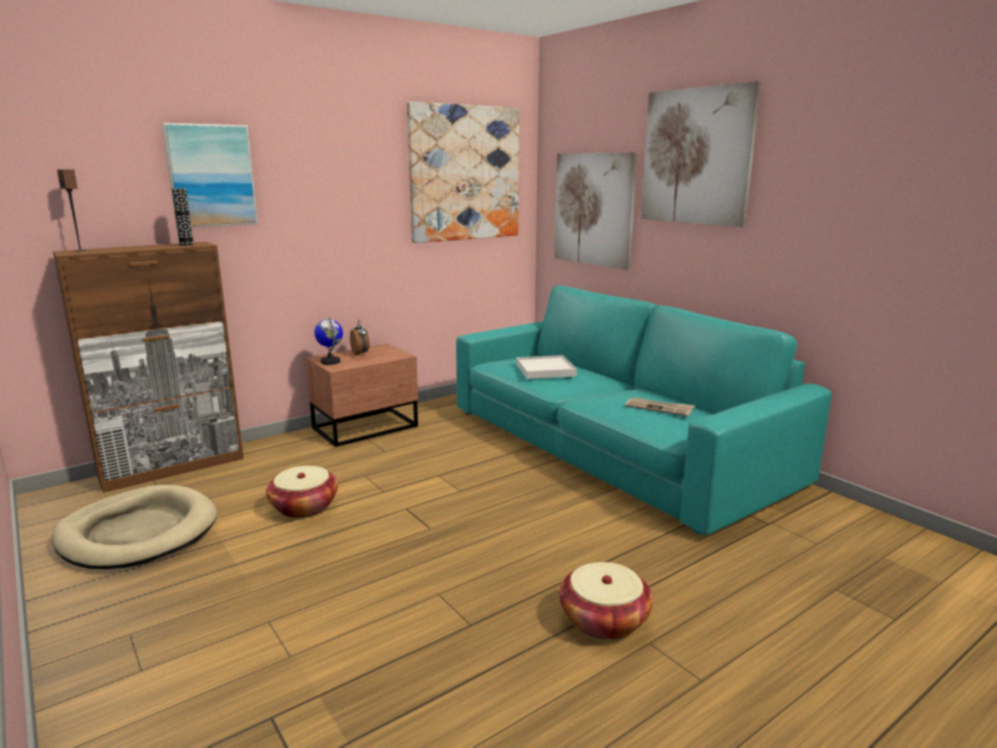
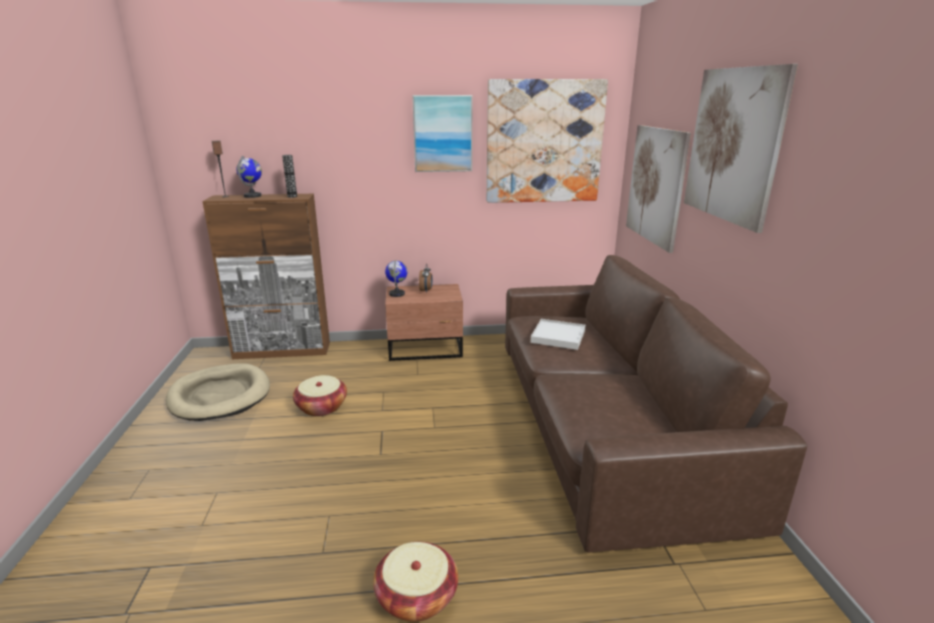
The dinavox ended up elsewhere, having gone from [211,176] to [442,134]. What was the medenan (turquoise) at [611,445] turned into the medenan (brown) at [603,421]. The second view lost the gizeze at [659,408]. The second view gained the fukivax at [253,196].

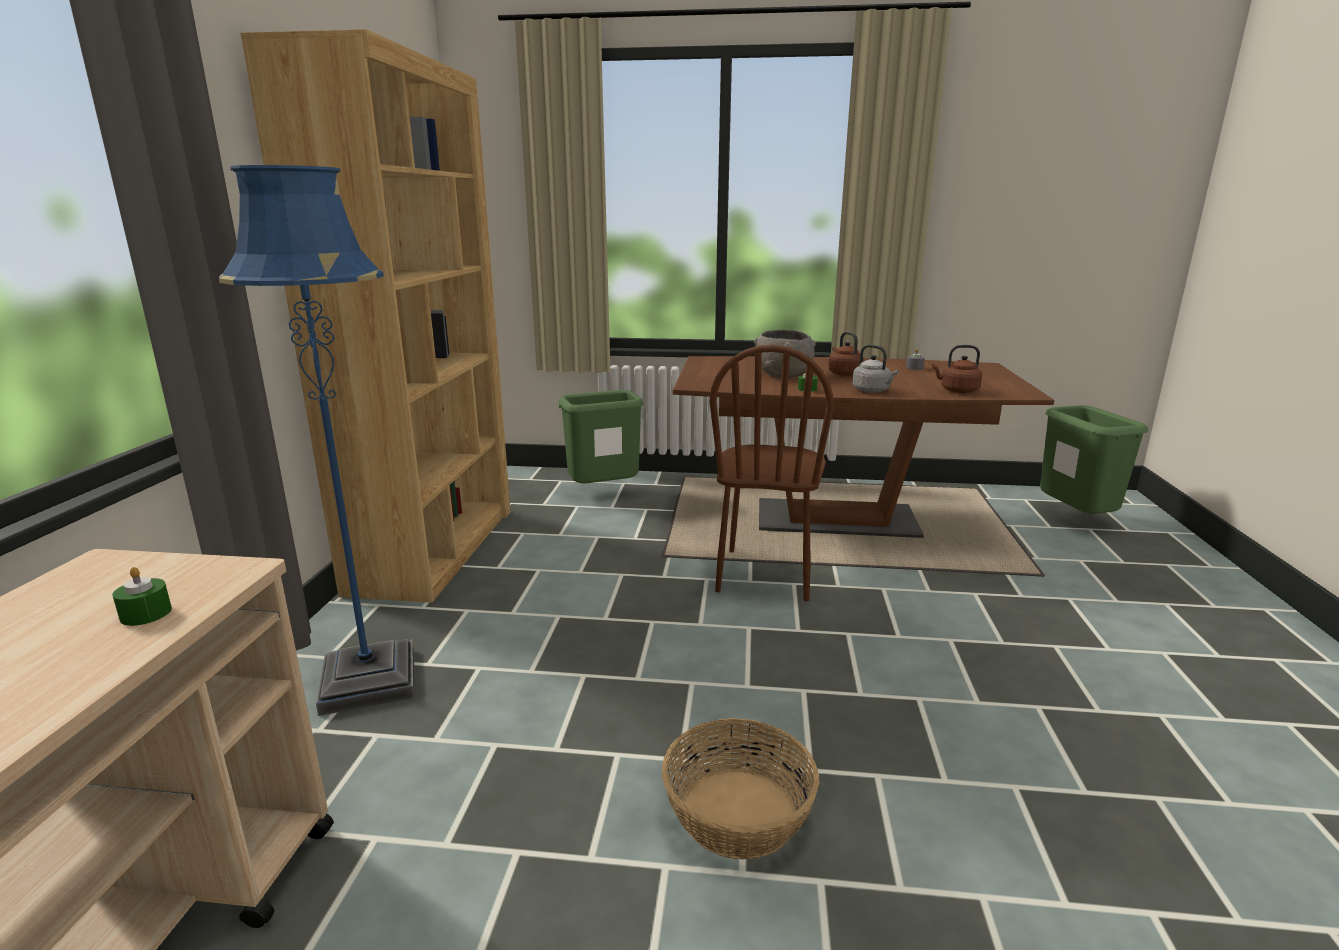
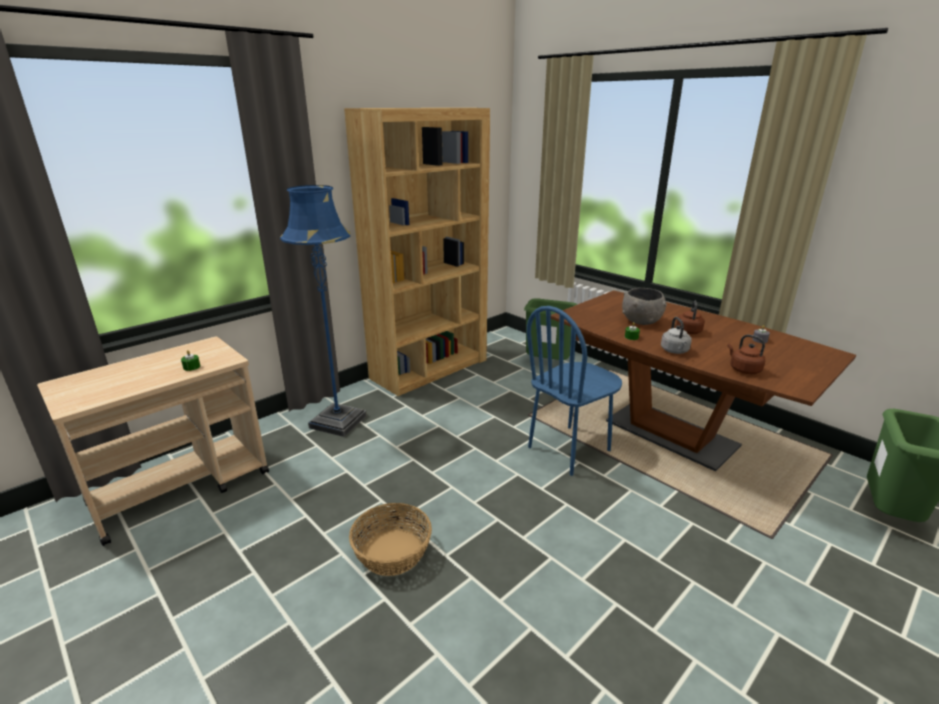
What was the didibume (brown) at [765,575] turned into the didibume (blue) at [569,449].

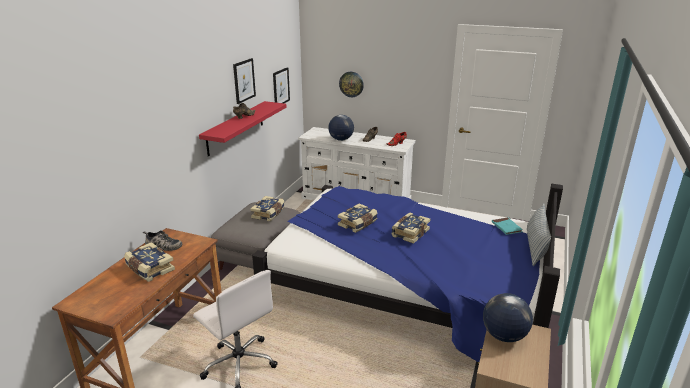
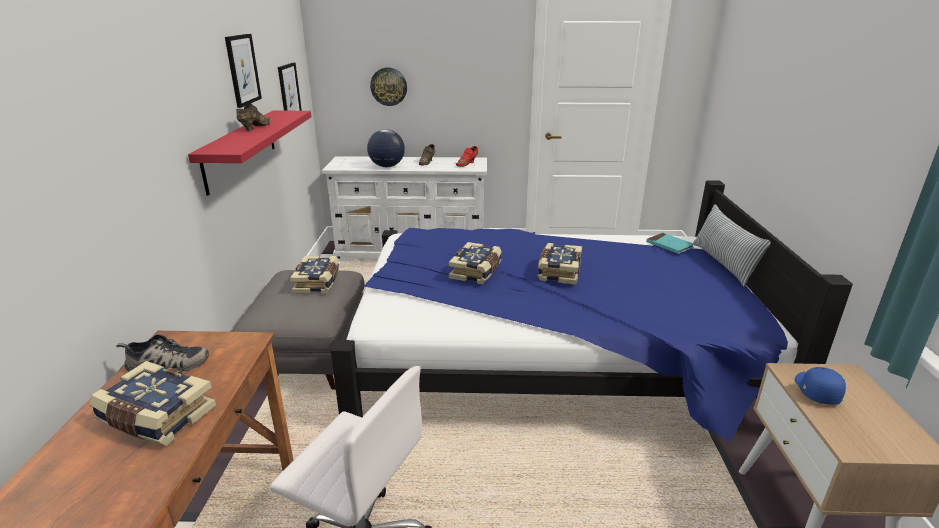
Where the fukivax stood at [503,336], the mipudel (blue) came to stand at [815,390].

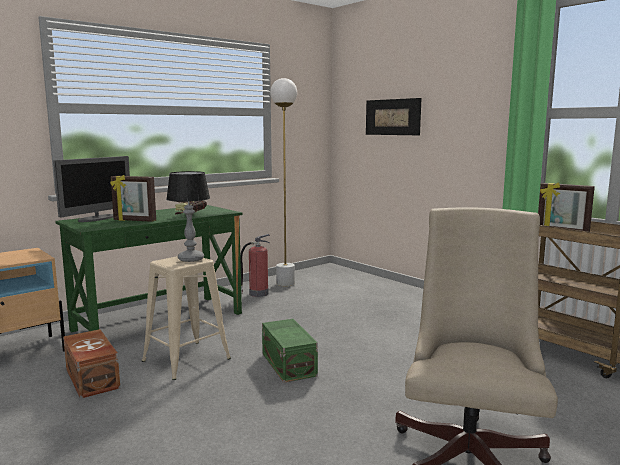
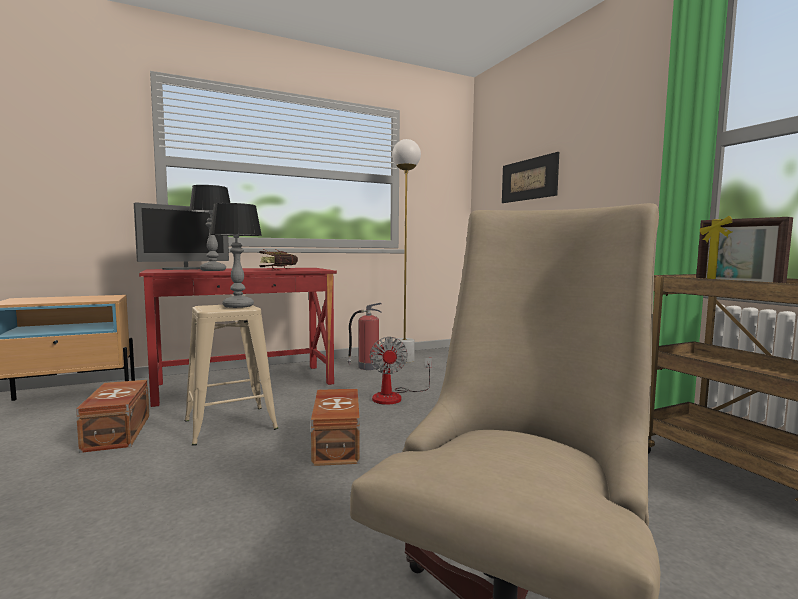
What was the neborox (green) at [159,321] turned into the neborox (red) at [245,384]. Where the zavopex stood at [134,220], the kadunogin came to stand at [213,270]. What was the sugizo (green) at [289,364] turned into the sugizo (brown) at [338,443]. The second view gained the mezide at [394,396].

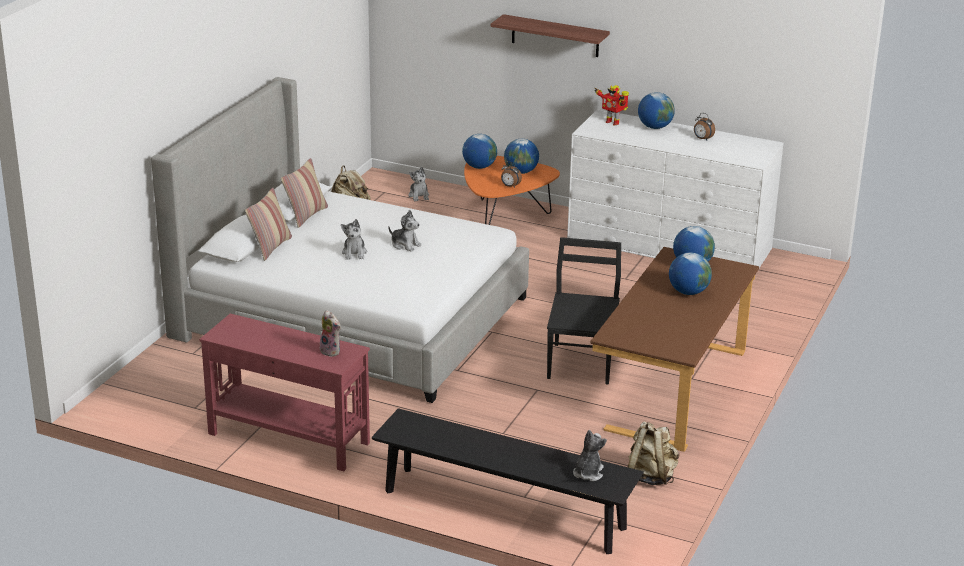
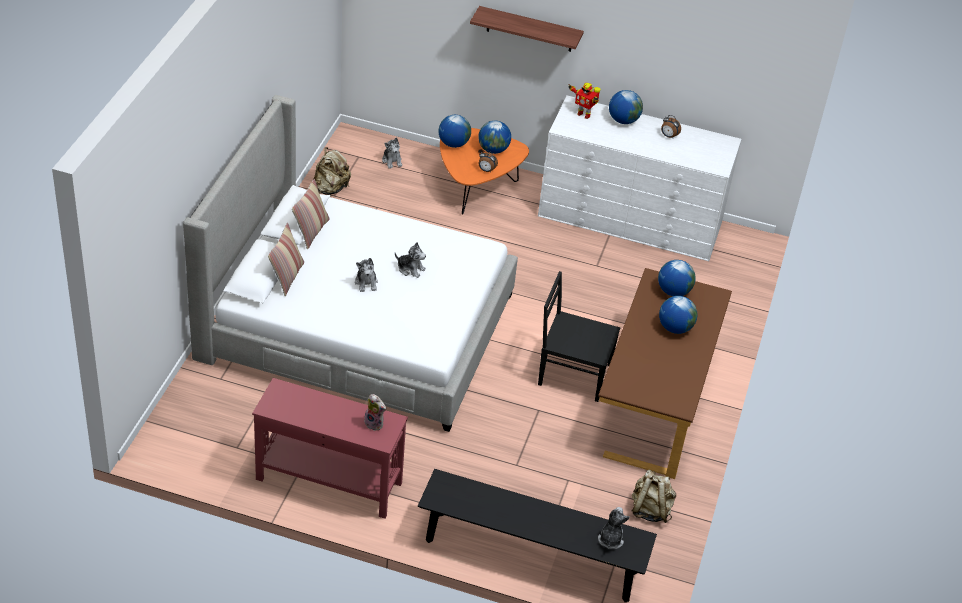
The didibume (black) at [582,362] ended up facing another way, 75 degrees counterclockwise from before.

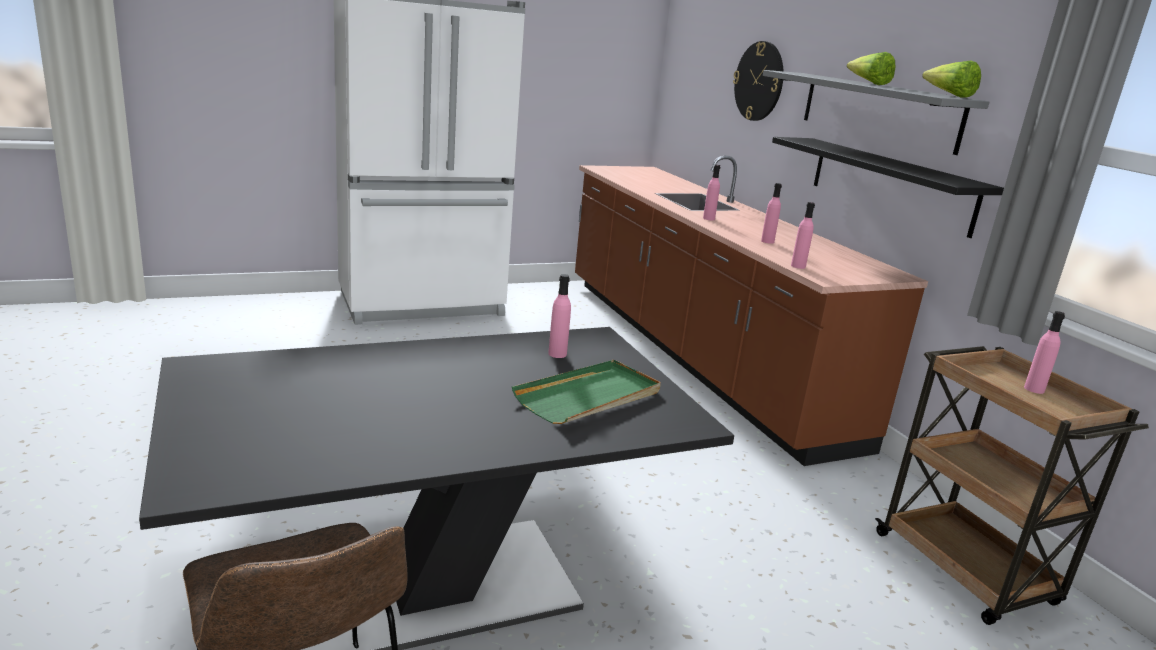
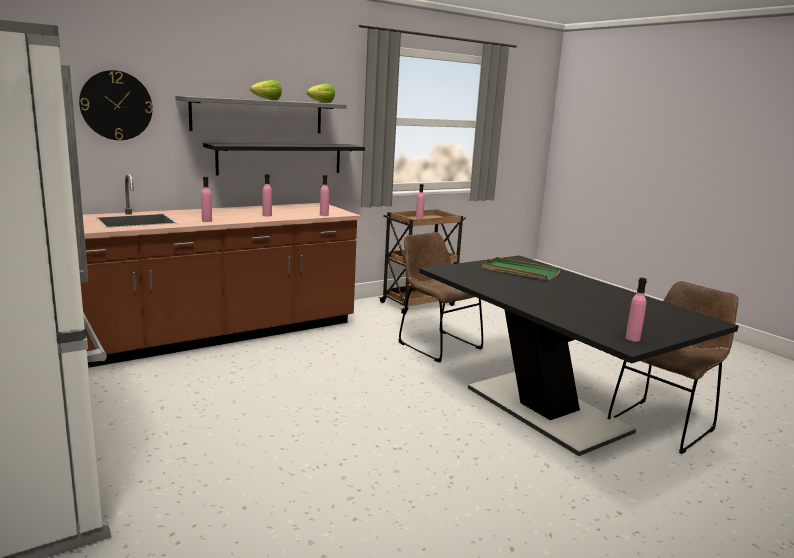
The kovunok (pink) ended up elsewhere, having gone from [557,354] to [632,338]. The second view gained the didibume (brown) at [437,344].

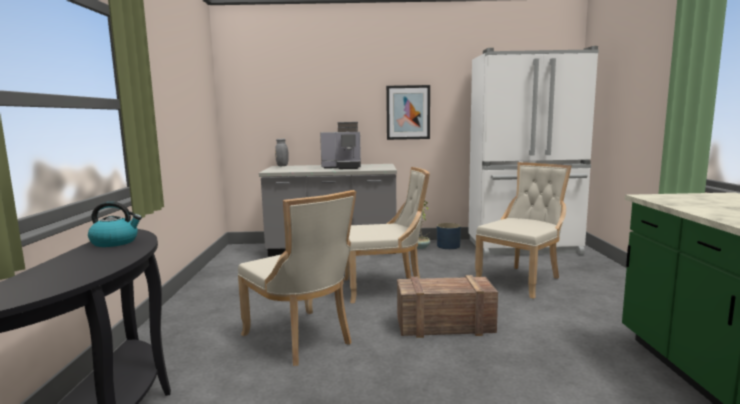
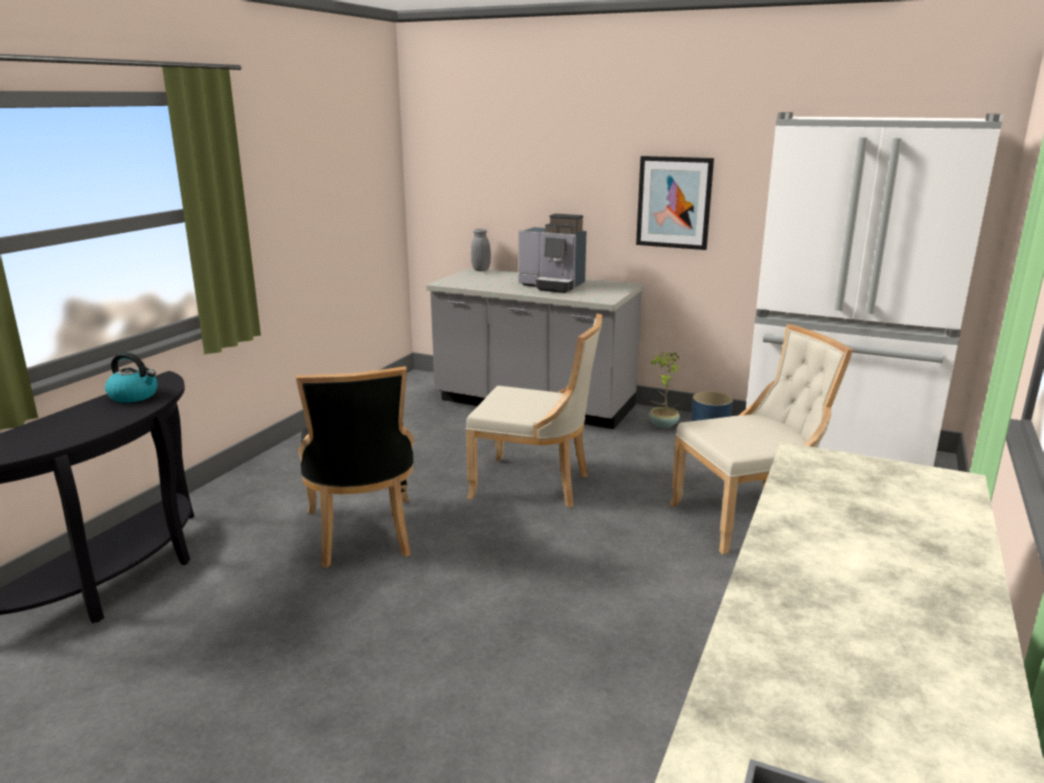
What was the didibume (beige) at [301,339] turned into the didibume (black) at [363,535]. The second view lost the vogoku at [443,326].

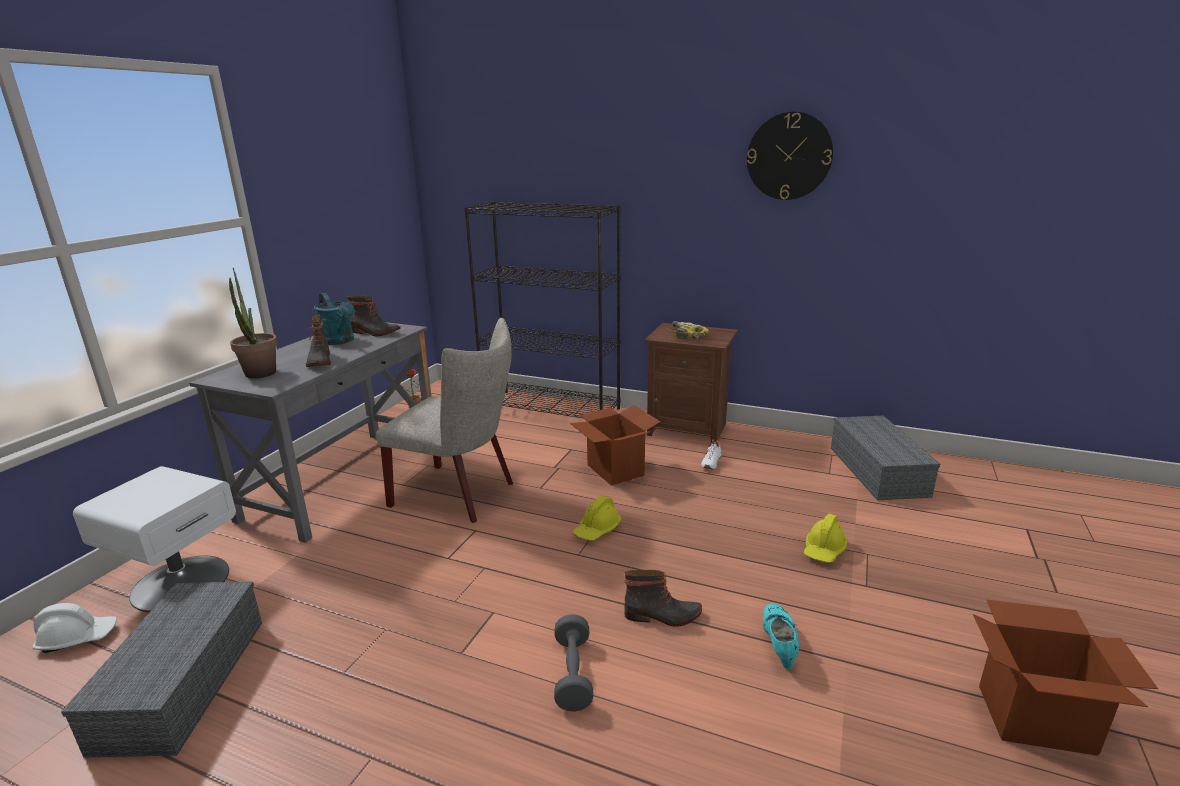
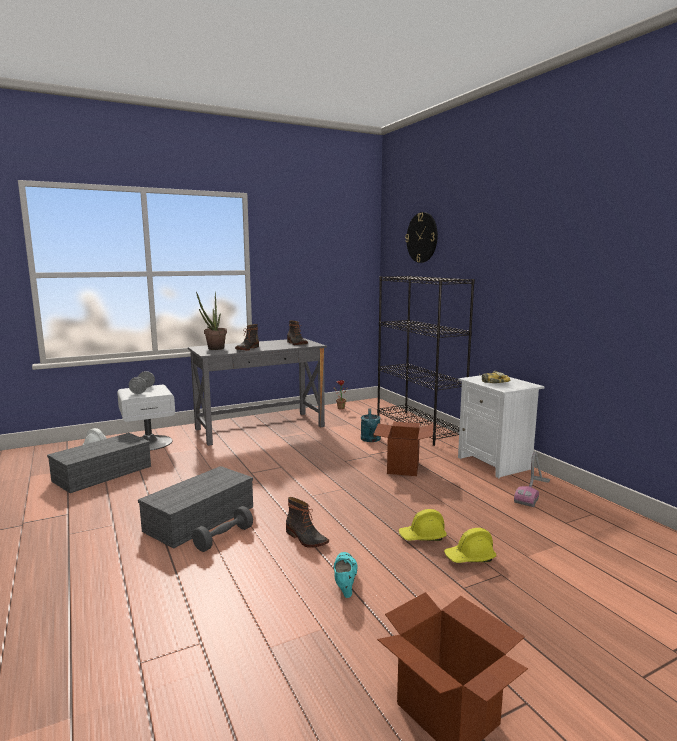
The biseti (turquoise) ended up elsewhere, having gone from [340,341] to [371,440]. The second view lost the didibume (beige) at [460,494]. The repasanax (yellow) ended up elsewhere, having gone from [597,529] to [422,537]. What was the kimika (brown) at [688,429] turned into the kimika (white) at [495,463]. The second view lost the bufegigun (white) at [710,462]. The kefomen ended up elsewhere, having gone from [789,156] to [422,237]. The bufegigun (turquoise) at [779,645] ended up facing another way, 45 degrees counterclockwise from before. The sugizo (grey) ended up elsewhere, having gone from [879,471] to [199,519]. The second view gained the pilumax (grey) at [142,390]. The second view gained the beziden at [533,492].

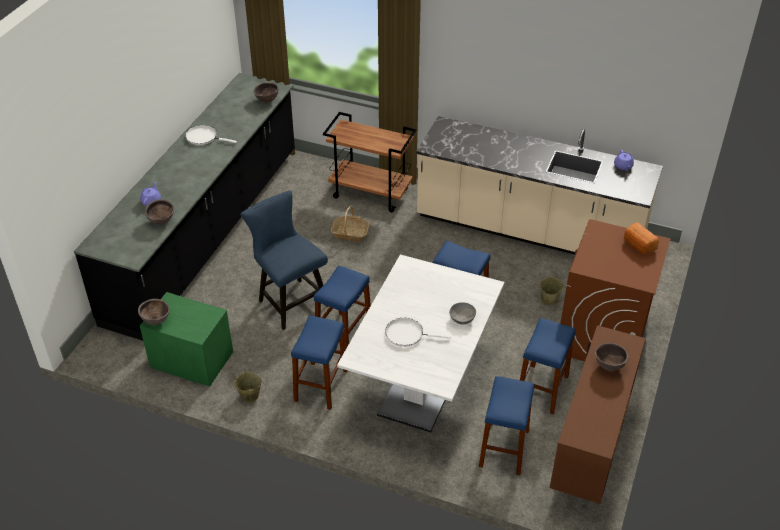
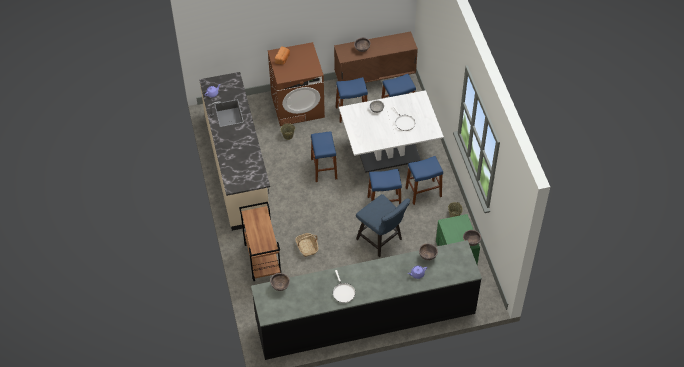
The didibume (blue) at [290,301] ended up facing another way, 60 degrees counterclockwise from before.

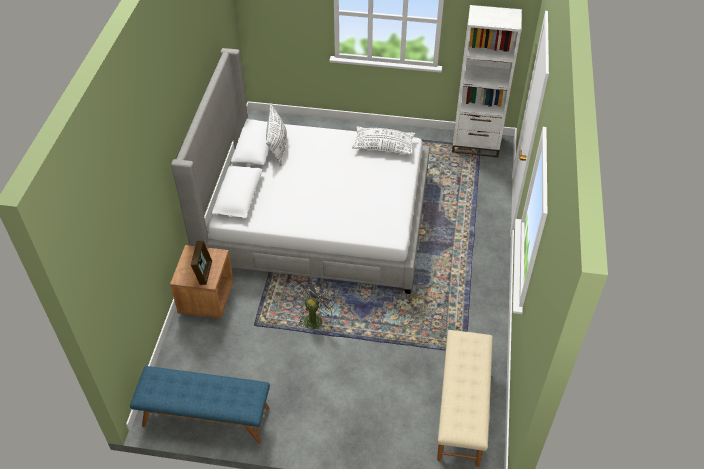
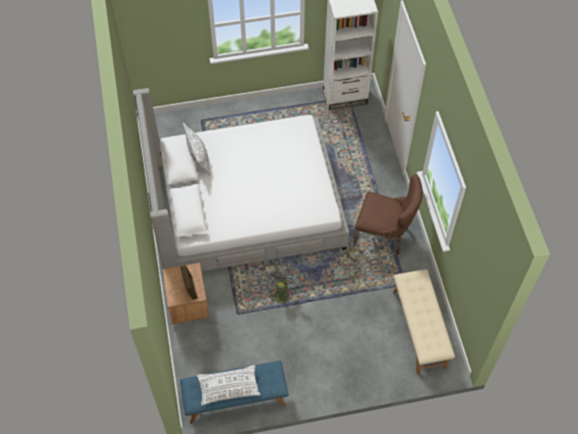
The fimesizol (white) ended up elsewhere, having gone from [383,146] to [228,387]. The second view gained the didibume (brown) at [384,235].

